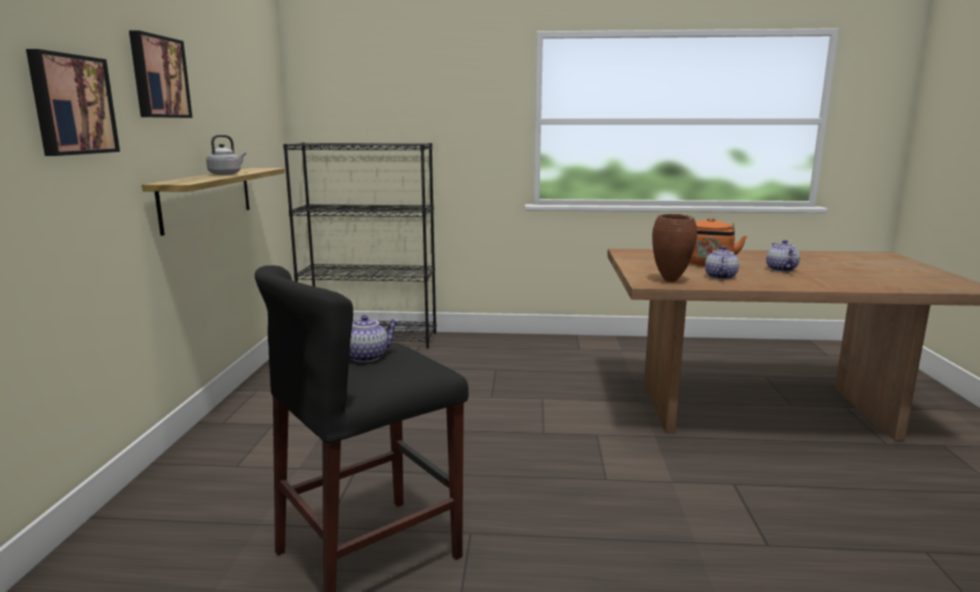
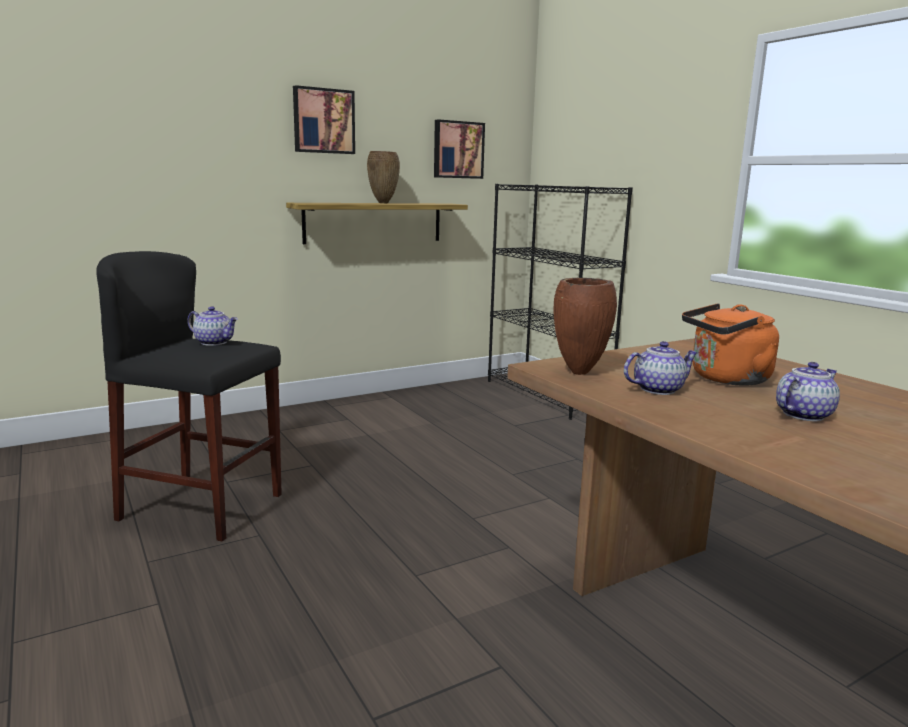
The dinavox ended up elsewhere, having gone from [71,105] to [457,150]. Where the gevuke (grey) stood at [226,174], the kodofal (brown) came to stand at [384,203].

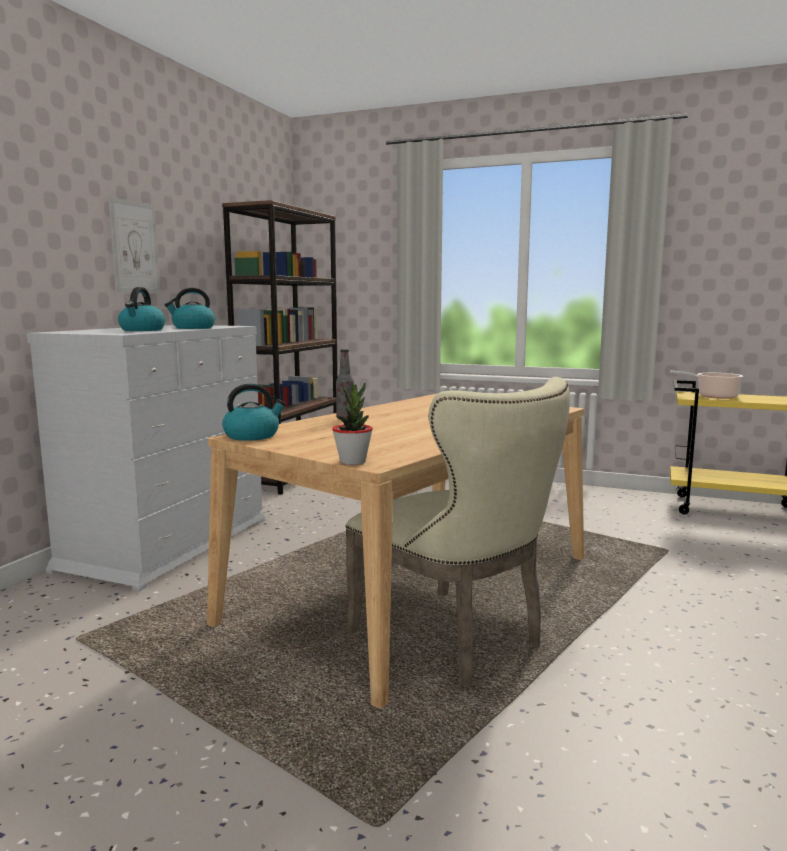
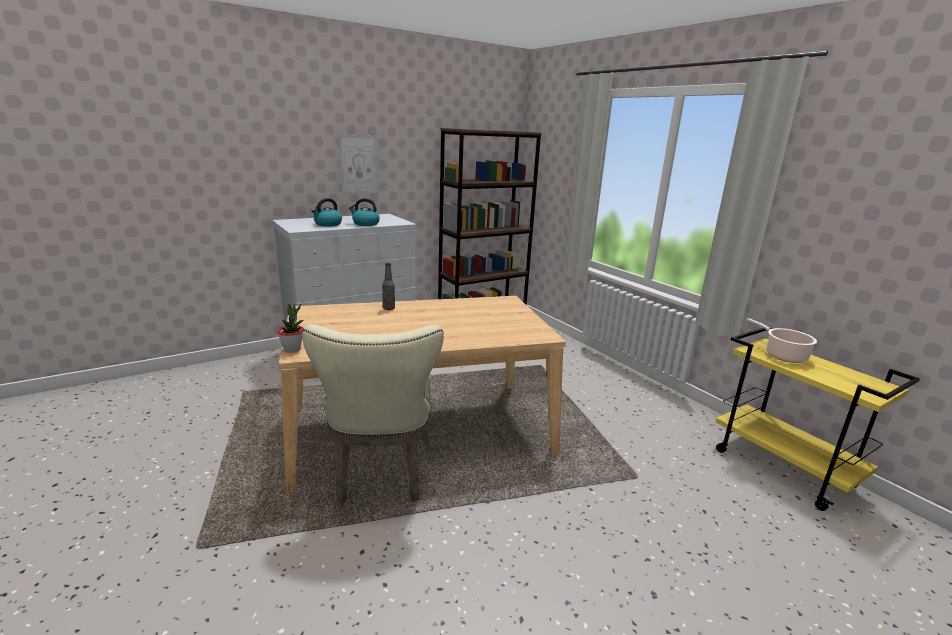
The second view lost the gevuke at [252,436].

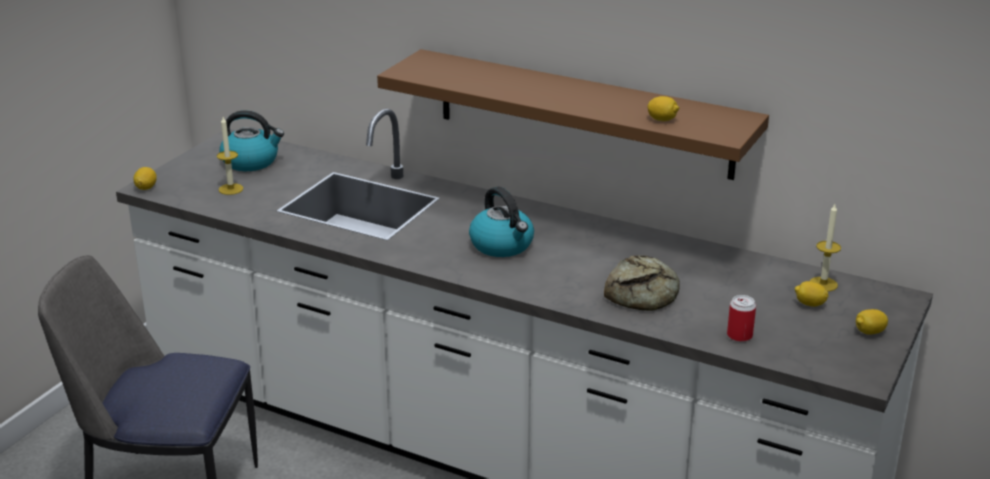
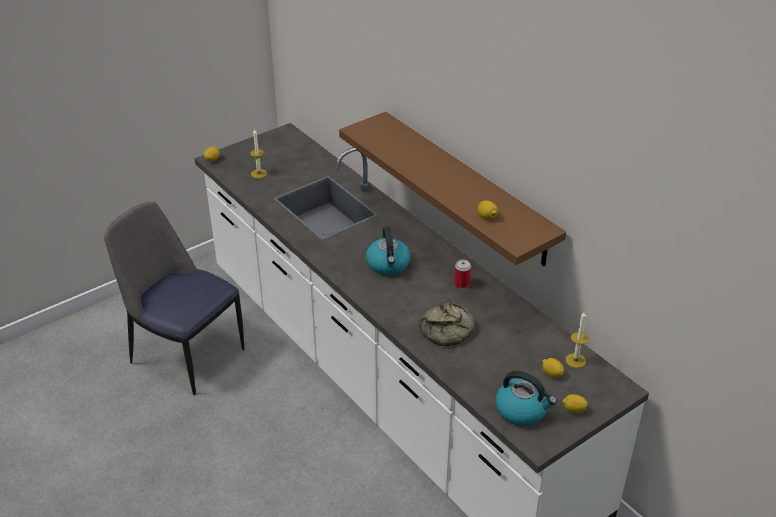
The gevuke ended up elsewhere, having gone from [251,161] to [522,410]. The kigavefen ended up elsewhere, having gone from [739,336] to [462,283].

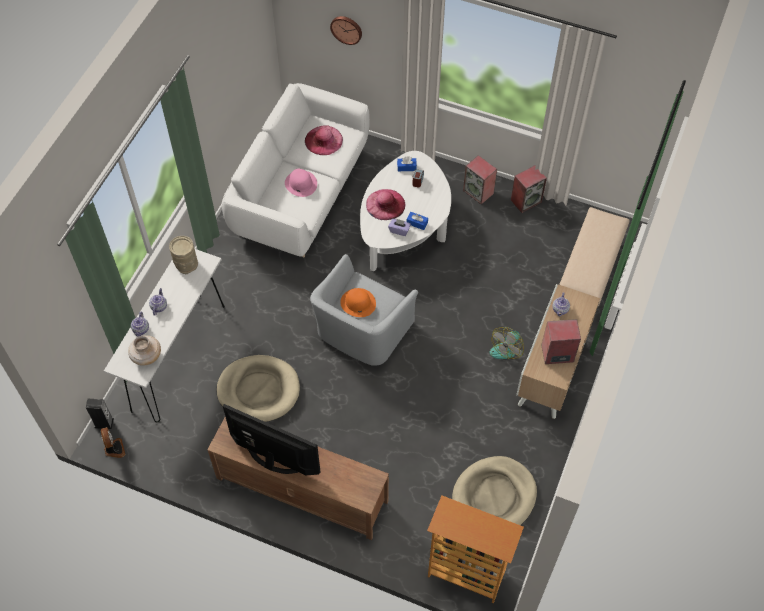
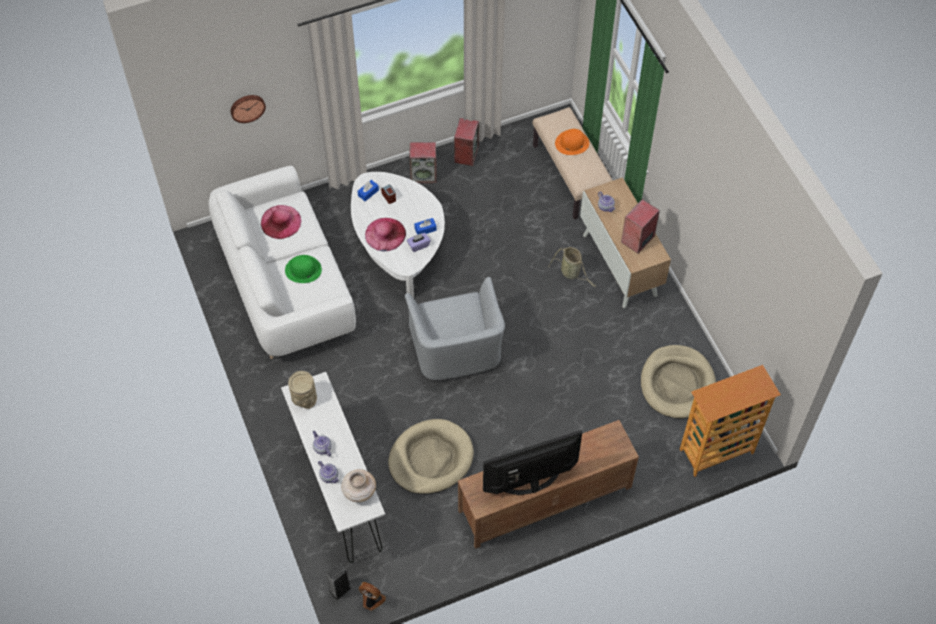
What was the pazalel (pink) at [300,183] turned into the pazalel (green) at [303,270]. The pazalel (orange) ended up elsewhere, having gone from [358,303] to [572,143]. Where the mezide stood at [507,347], the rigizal came to stand at [571,273].

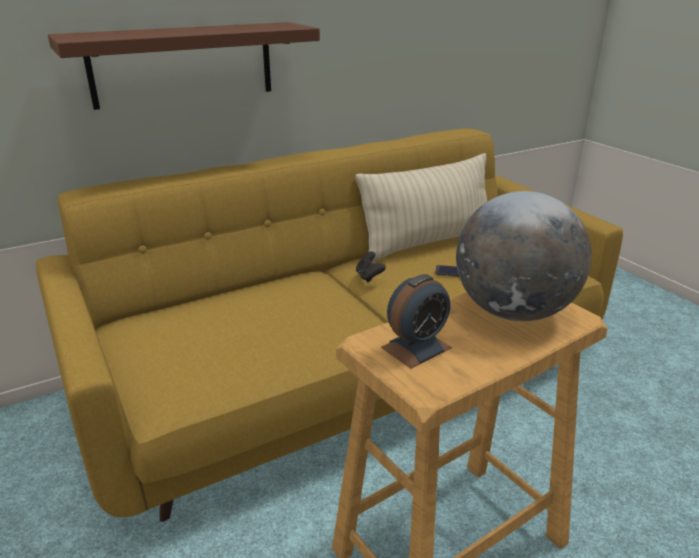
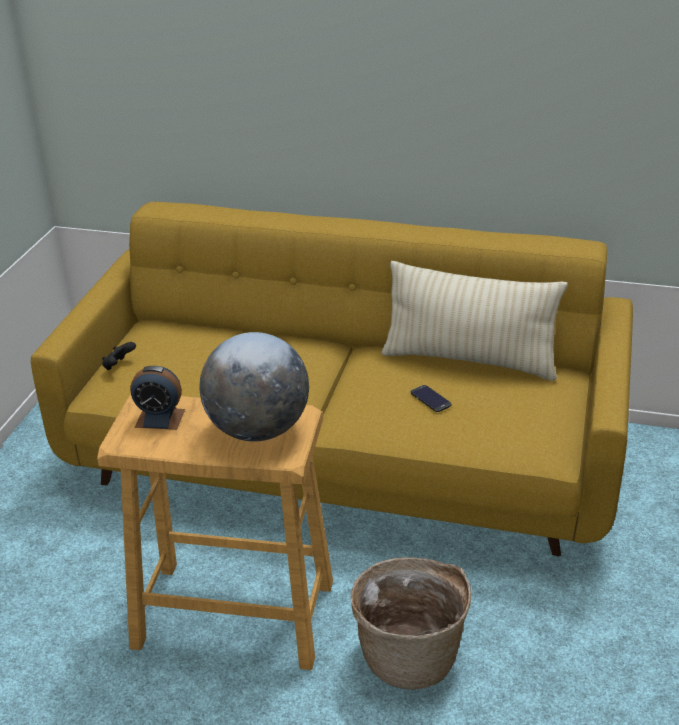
The second view lost the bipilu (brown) at [183,64]. The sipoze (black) ended up elsewhere, having gone from [369,277] to [119,366]. The second view gained the rigizal at [410,654].

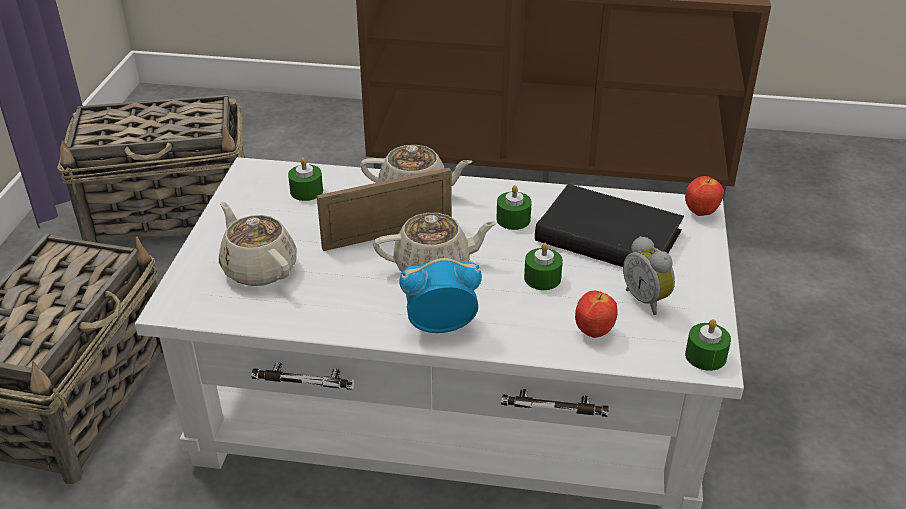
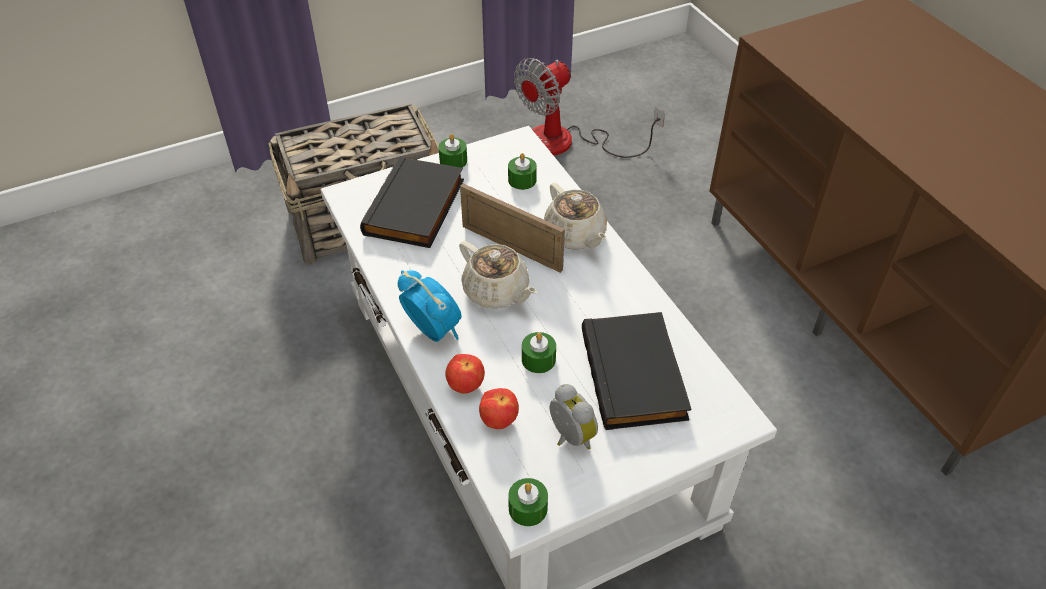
Where the rigizal stood at [172,213], the mezide came to stand at [567,143]. Where the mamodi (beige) stood at [259,268], the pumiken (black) came to stand at [416,208]. The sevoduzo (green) ended up elsewhere, having gone from [513,219] to [453,161]. The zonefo at [647,300] ended up facing another way, 120 degrees clockwise from before. The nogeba ended up elsewhere, having gone from [700,212] to [466,386].

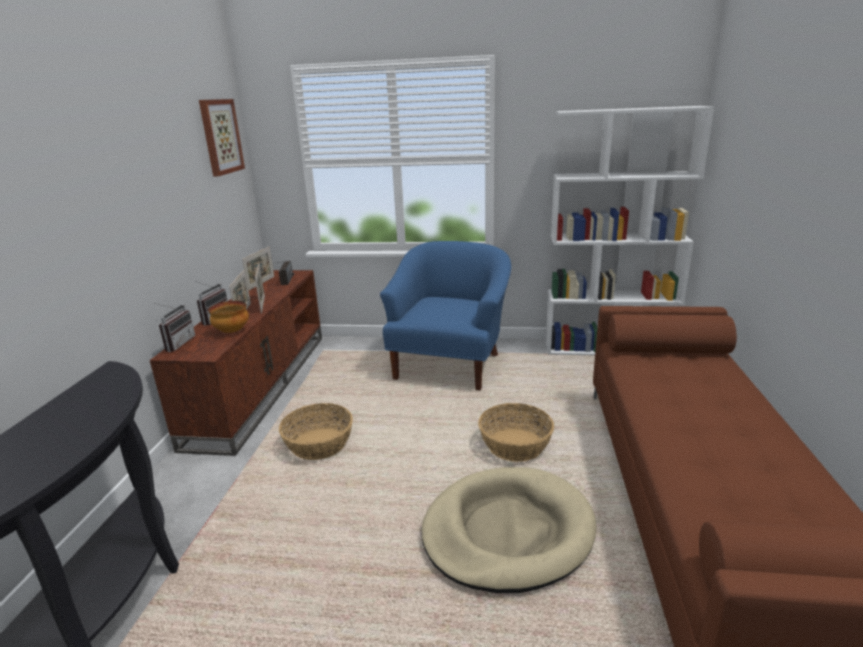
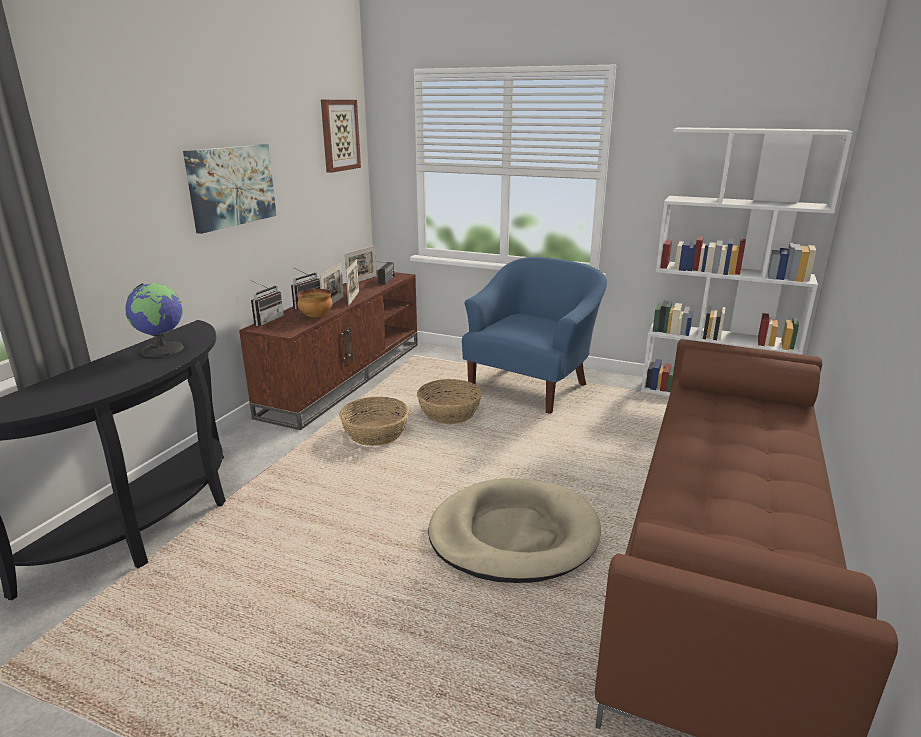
The rigizal ended up elsewhere, having gone from [515,444] to [450,413]. The second view gained the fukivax at [162,349]. The second view gained the dinavox at [231,186].

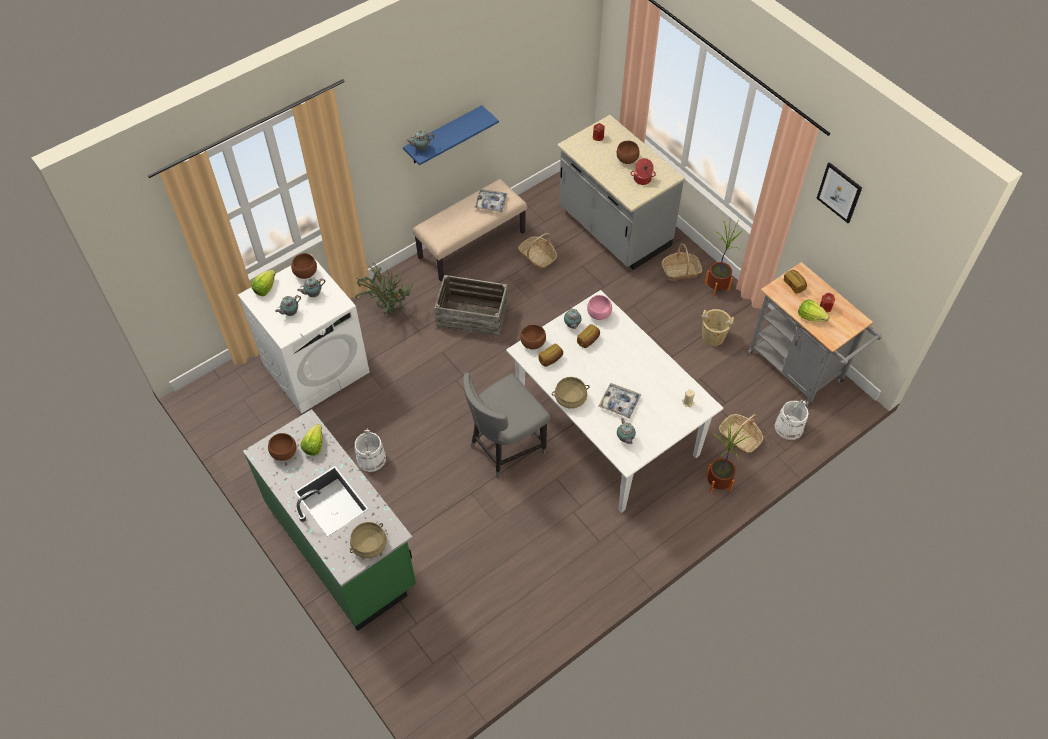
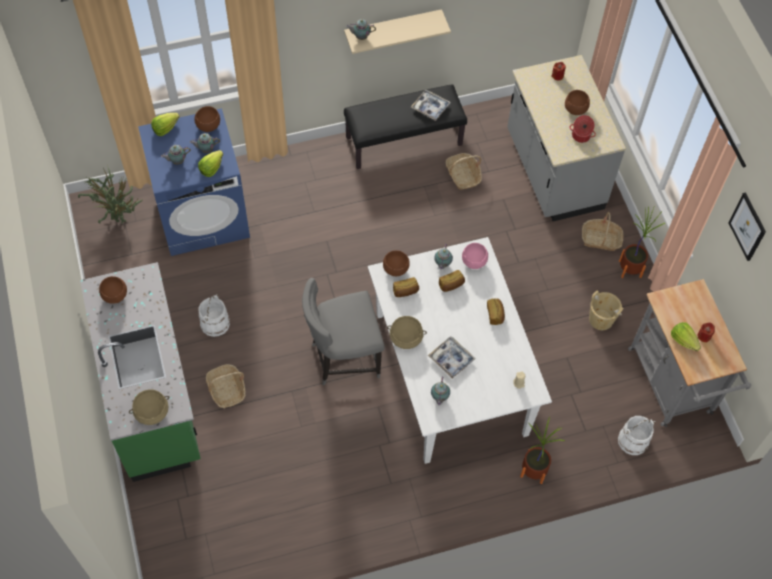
What was the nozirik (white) at [316,367] turned into the nozirik (blue) at [203,215]. The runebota ended up elsewhere, having gone from [314,445] to [211,168]. The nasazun ended up elsewhere, having gone from [389,310] to [119,217]. What was the bipilu (blue) at [443,136] turned into the bipilu (beige) at [392,29]. What was the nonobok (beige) at [471,244] turned into the nonobok (black) at [404,140]. The second view lost the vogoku at [472,315]. The rigizal ended up elsewhere, having gone from [739,438] to [227,390]. The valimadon ended up elsewhere, having gone from [794,285] to [495,314].

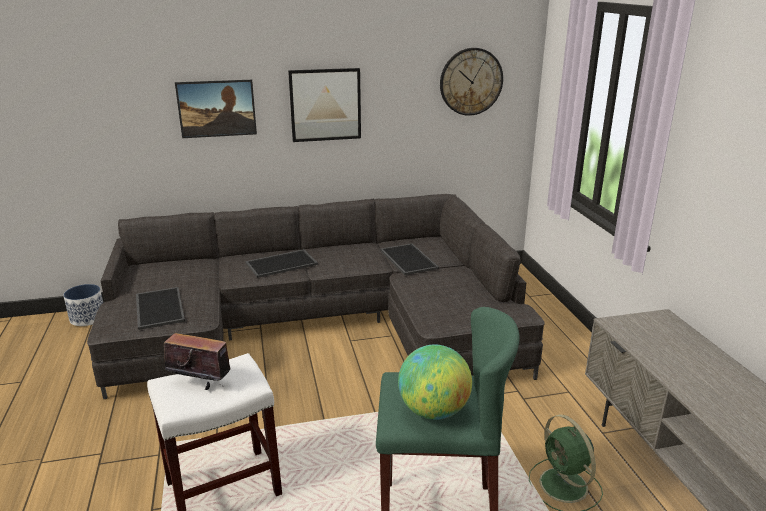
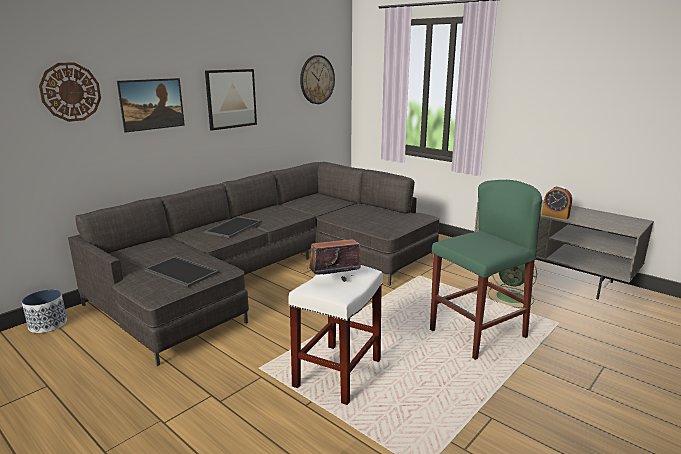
The second view lost the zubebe at [407,259]. The second view lost the fukivax at [433,411]. The second view gained the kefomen at [70,92]. The second view gained the zonefo at [555,215].

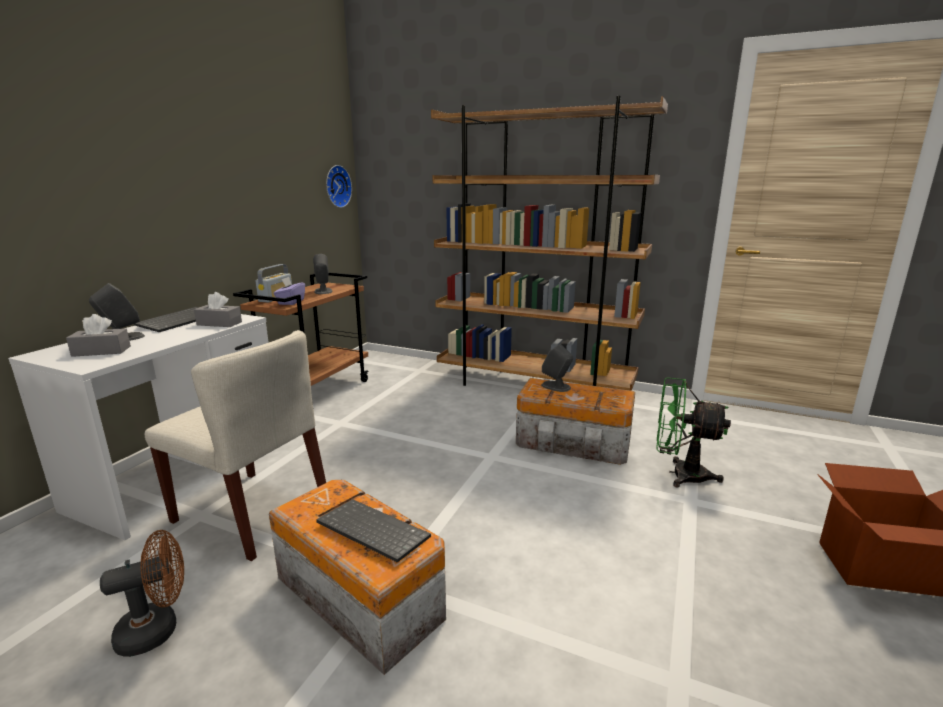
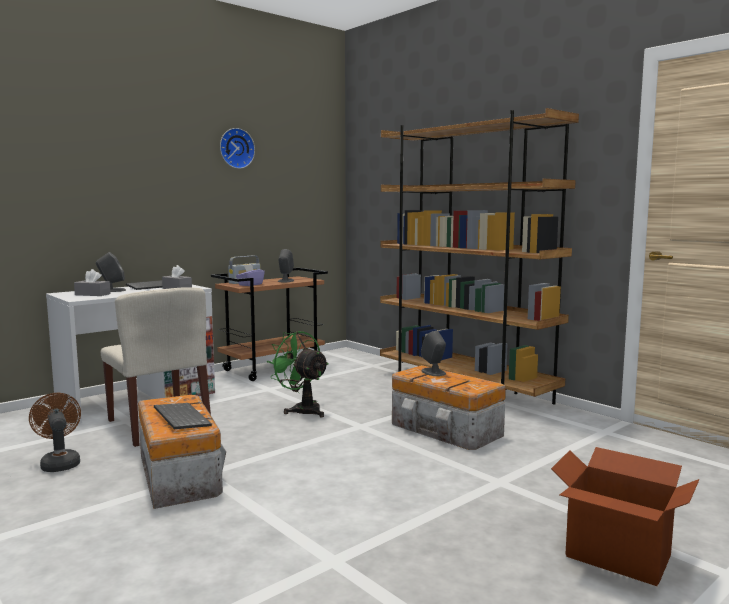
The mezide (brown) at [157,629] ended up facing another way, 120 degrees counterclockwise from before. The kefomen ended up elsewhere, having gone from [336,186] to [236,148]. The mezide (green) ended up elsewhere, having gone from [679,474] to [302,409].

